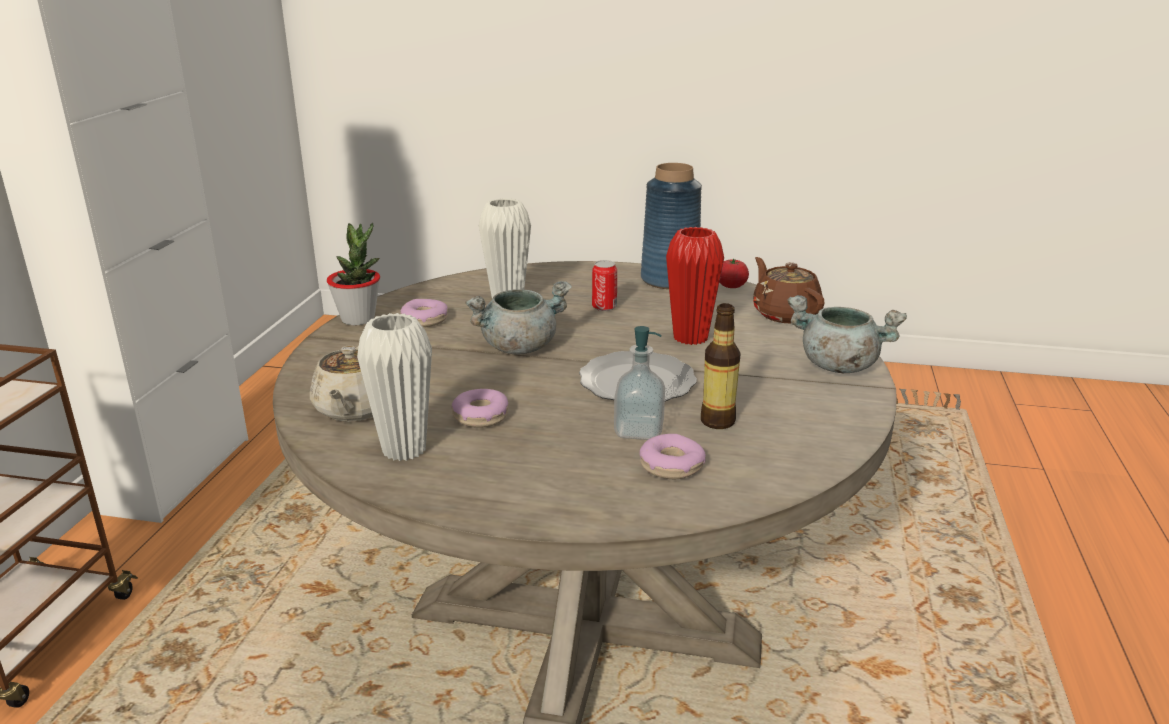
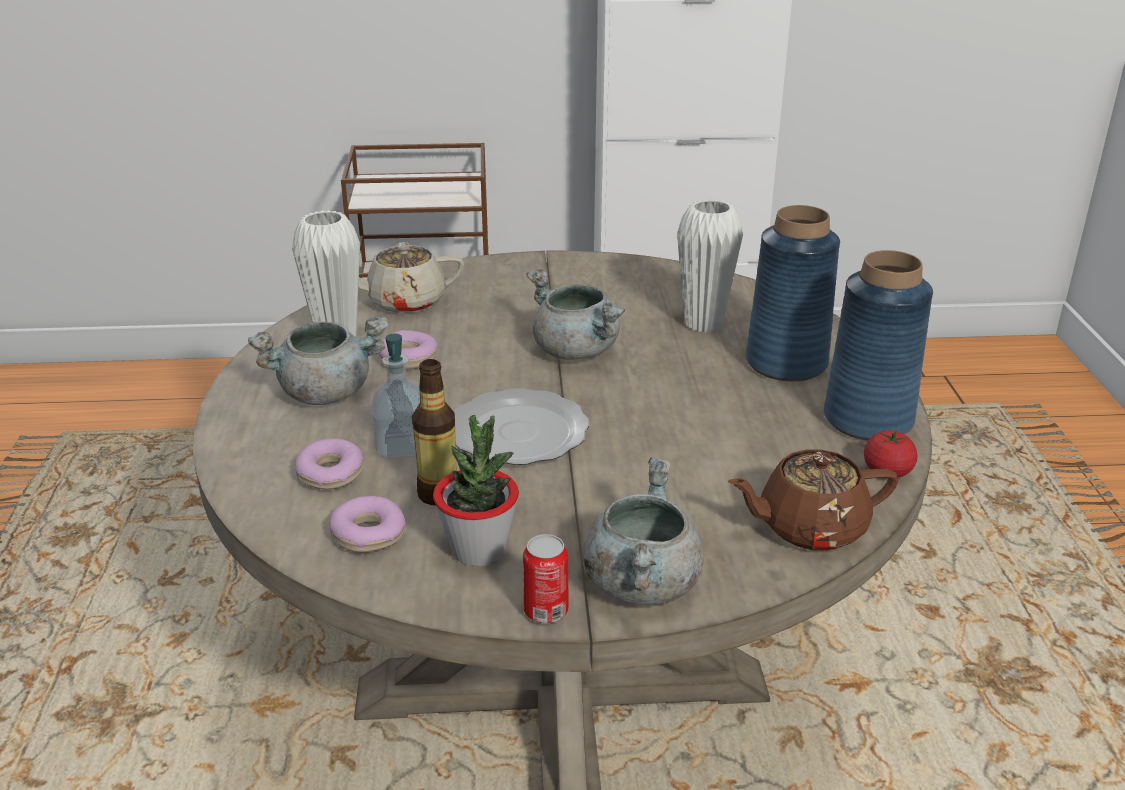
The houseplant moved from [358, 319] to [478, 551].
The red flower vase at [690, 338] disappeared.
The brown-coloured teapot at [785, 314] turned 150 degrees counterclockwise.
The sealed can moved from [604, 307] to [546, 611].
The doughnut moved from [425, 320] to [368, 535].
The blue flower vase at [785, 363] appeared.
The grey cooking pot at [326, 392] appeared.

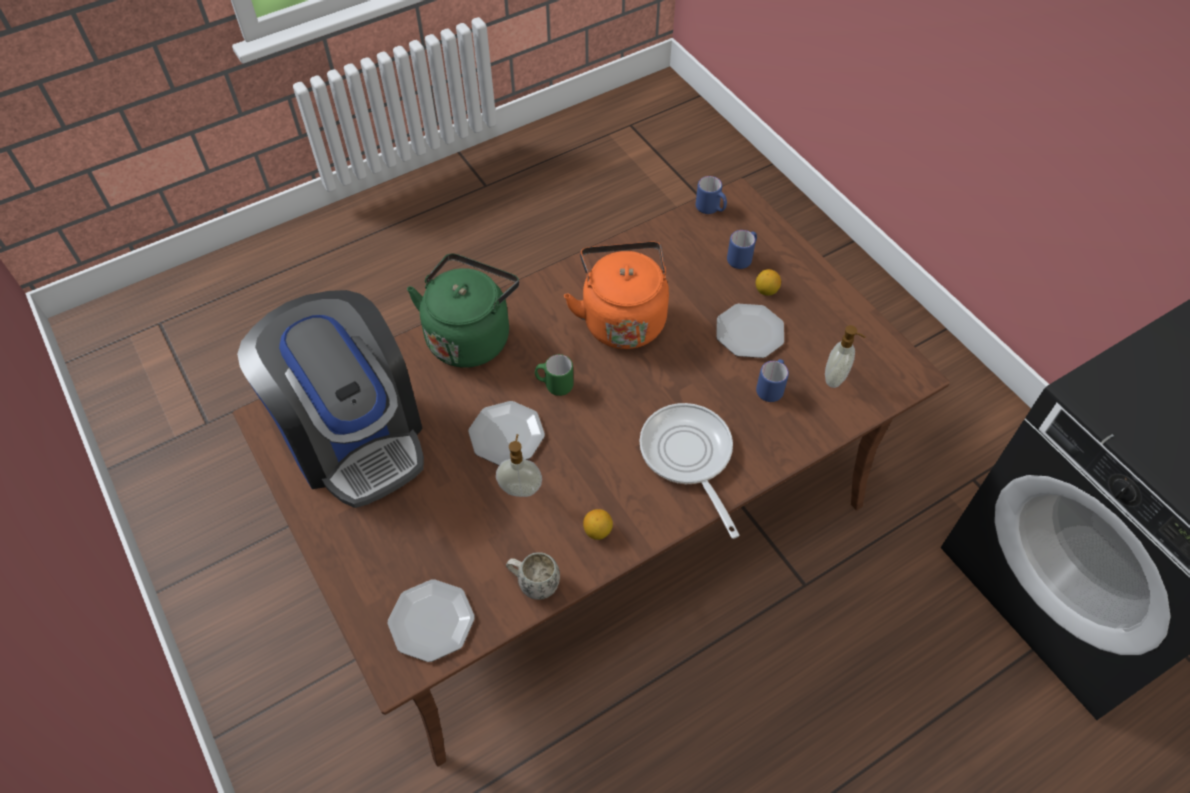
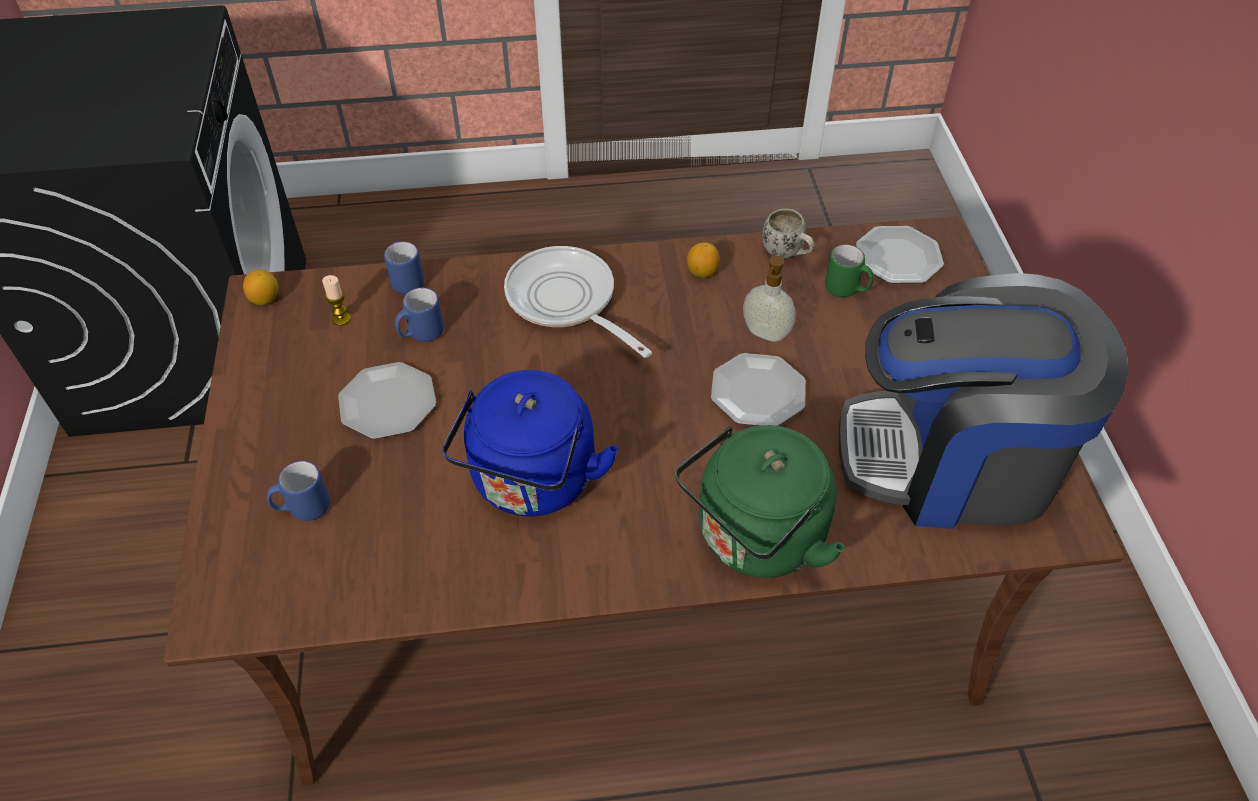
The blue mug moved from [710, 209] to [406, 280].
The orangey kettle at [622, 318] became the blue kettle at [532, 483].
The whole lemon moved from [766, 291] to [265, 299].
The coffee machine at [353, 435] turned 75 degrees counterclockwise.
The soap bottle at [836, 378] was replaced by the candle at [341, 319].
The green mug moved from [554, 385] to [847, 290].
The pan at [688, 457] turned 135 degrees clockwise.

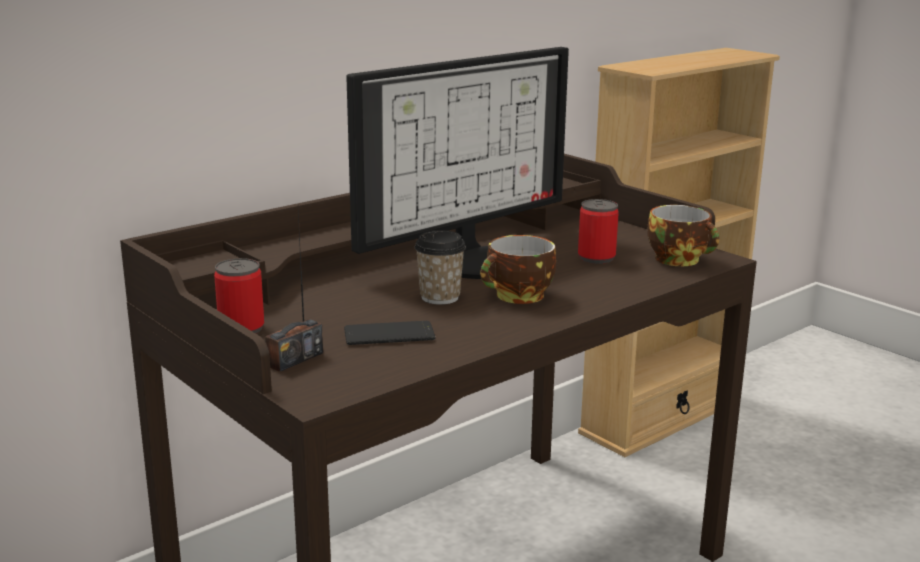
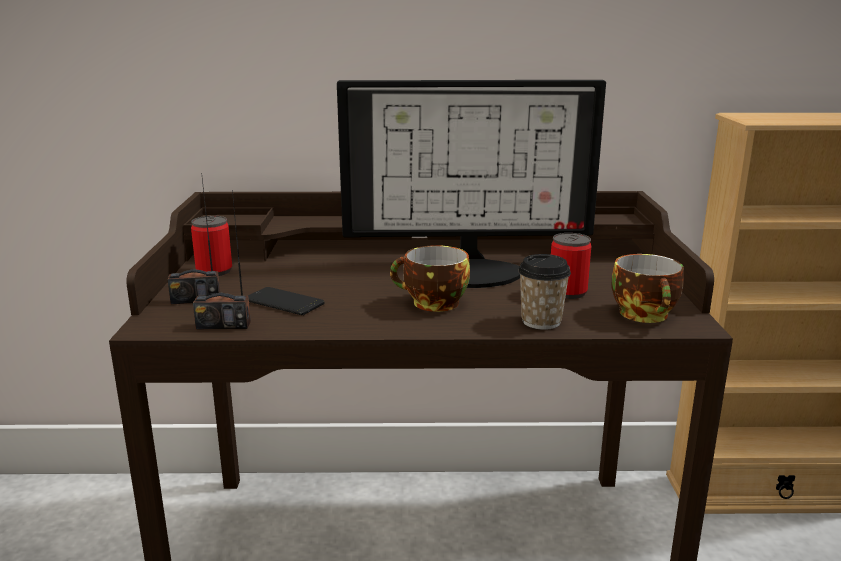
The cup moved from [440, 297] to [541, 321].
The radio set at [223, 325] appeared.

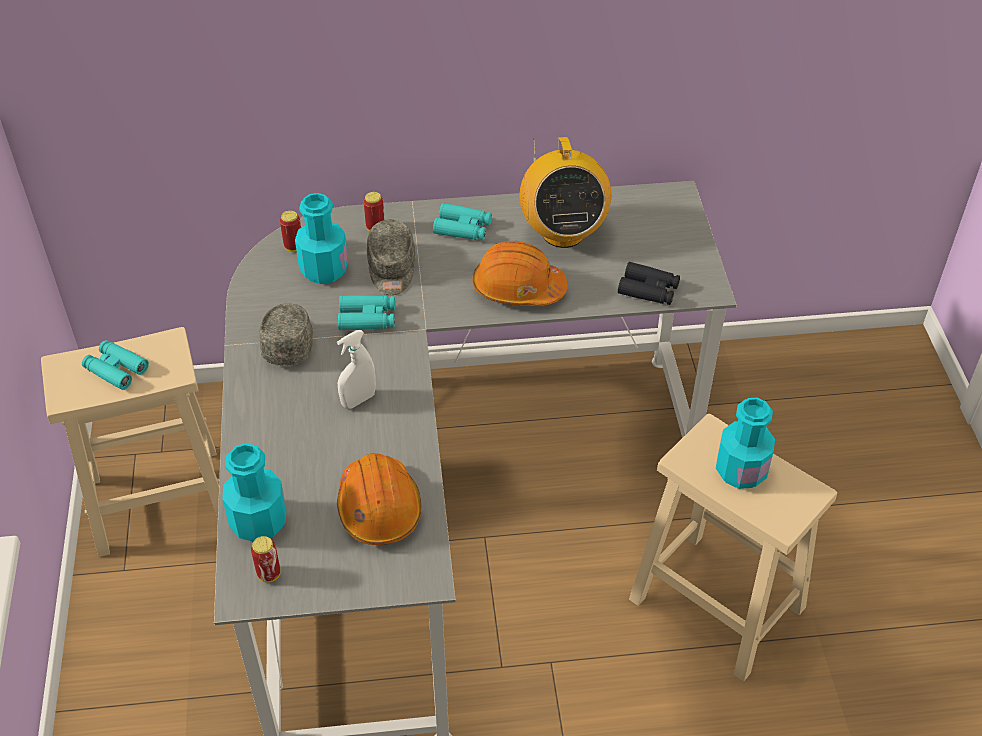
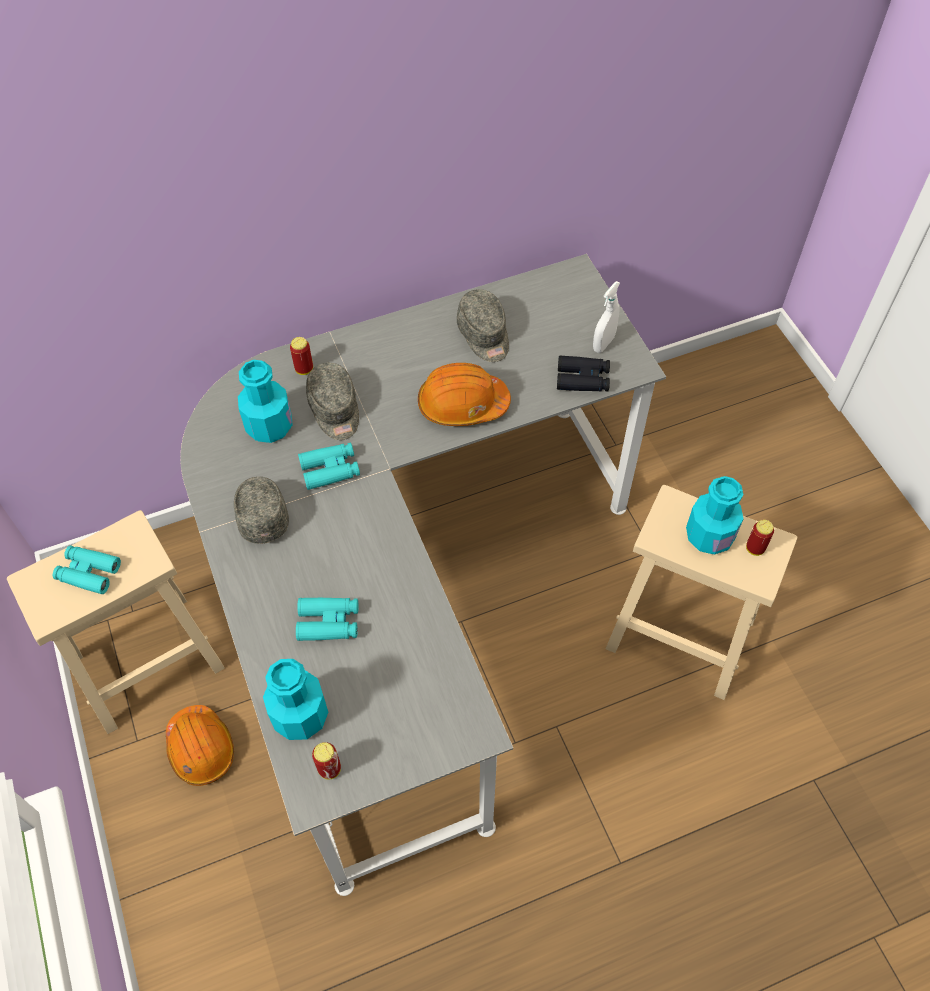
The radio set at [562, 233] was replaced by the grey peaked cap at [484, 335].
The blue-green pair of binoculars moved from [463, 228] to [328, 622].
The sealed can moved from [294, 247] to [755, 548].
The white-coloured spray bottle moved from [358, 400] to [603, 343].
The orangey work helmet moved from [379, 508] to [201, 748].

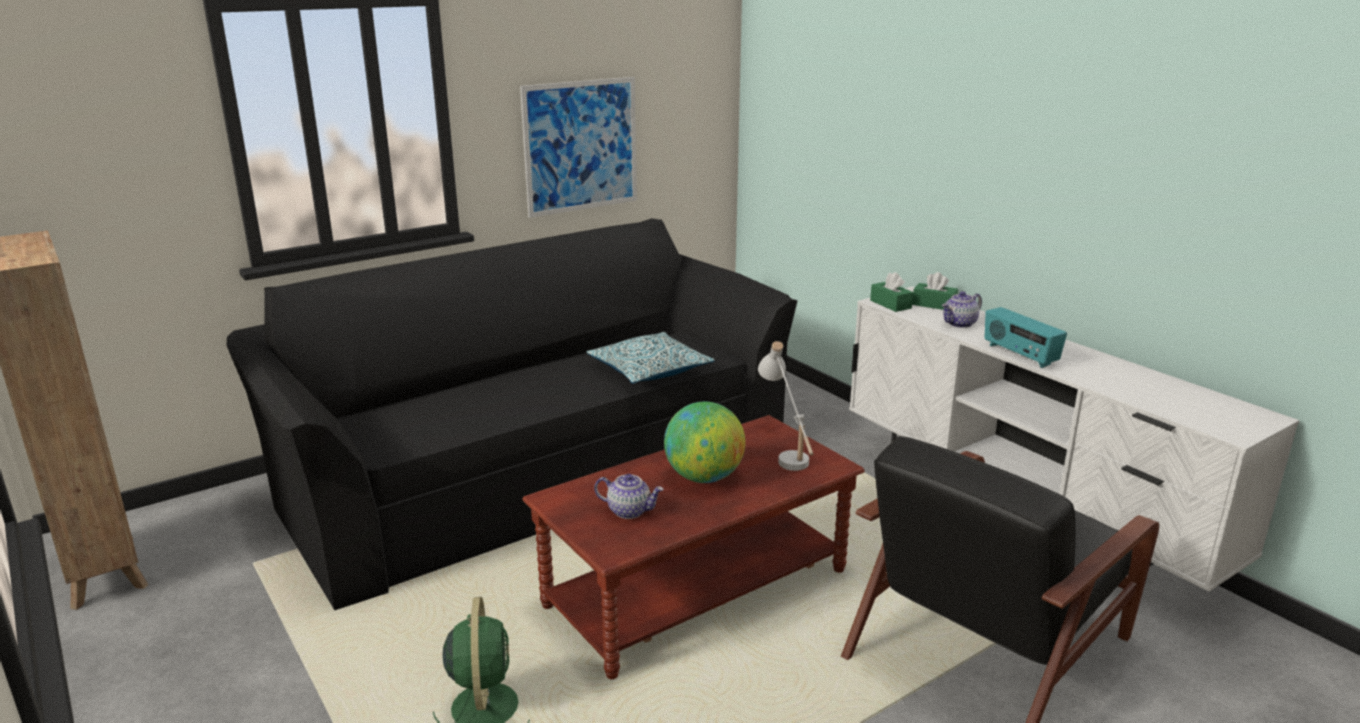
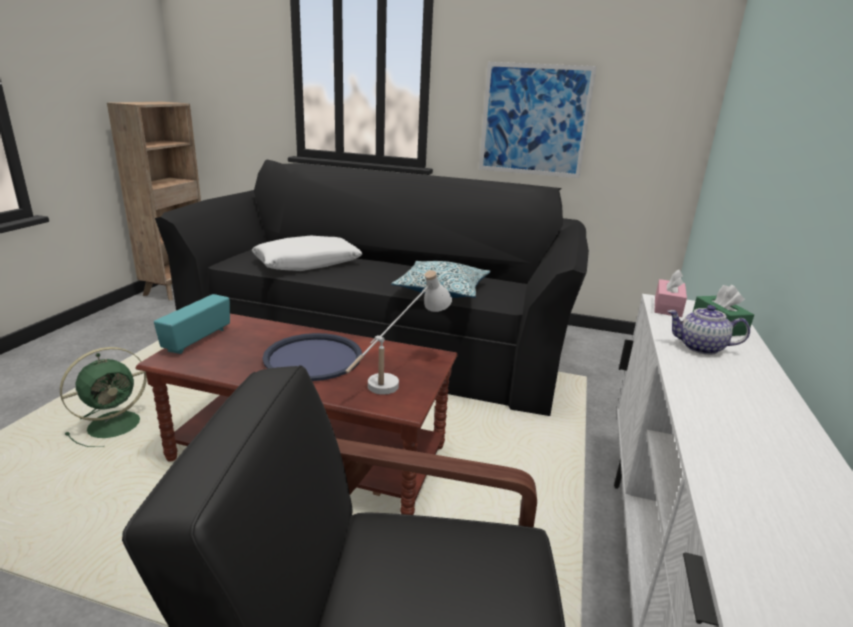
The green box of tissues at [890, 304] became the pink-coloured box of tissues at [667, 307].
The radio set moved from [1019, 355] to [197, 340].
The desk globe at [704, 477] was replaced by the blue serving tray at [313, 358].
The teapot at [629, 511] disappeared.
The white-coloured pillow at [307, 264] appeared.

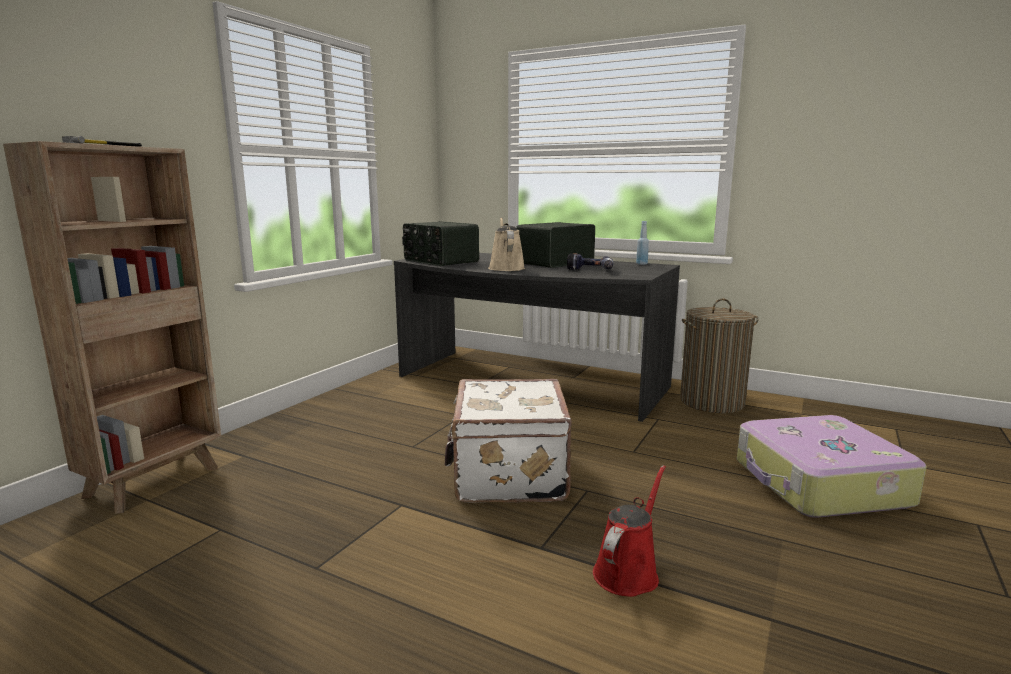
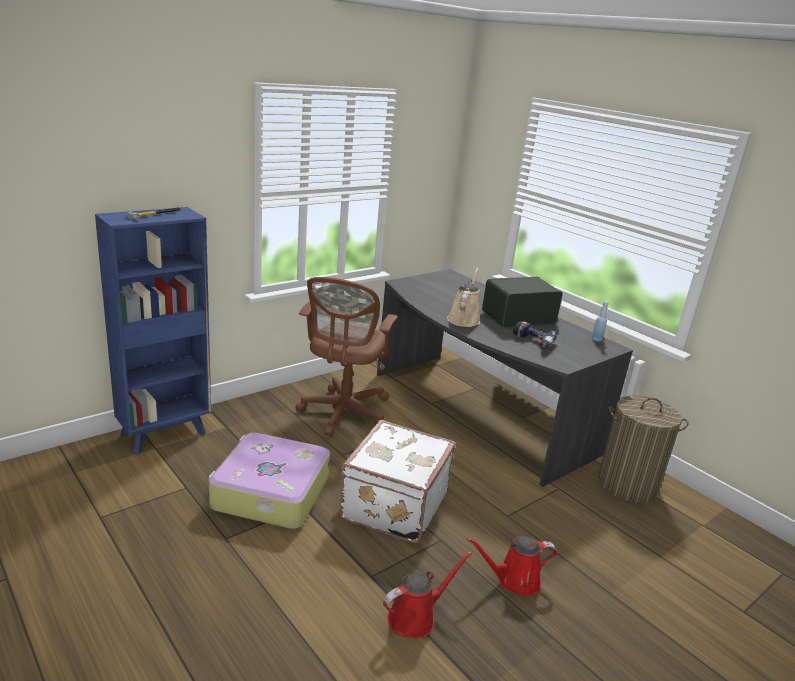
The brown-coloured bookcase at [156, 481] became the blue bookcase at [165, 433].
The radio set at [440, 261] disappeared.
The suitcase moved from [819, 484] to [269, 493].
The brown-coloured computer chair at [343, 414] appeared.
The red watering can at [513, 580] appeared.

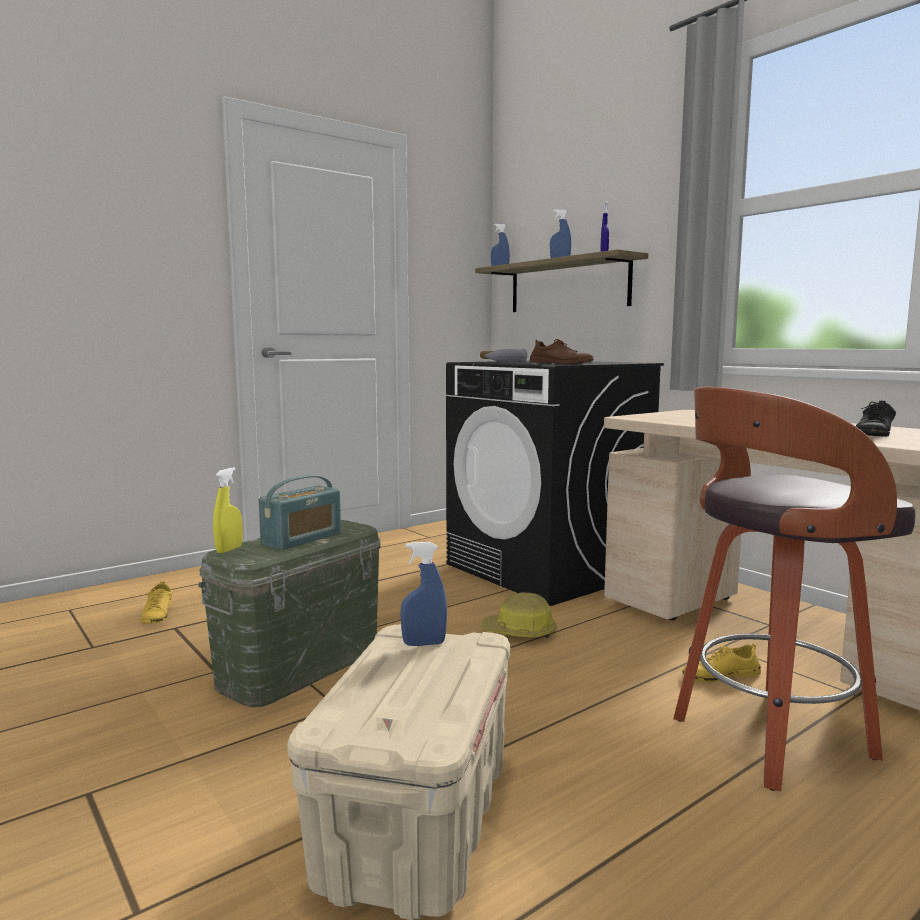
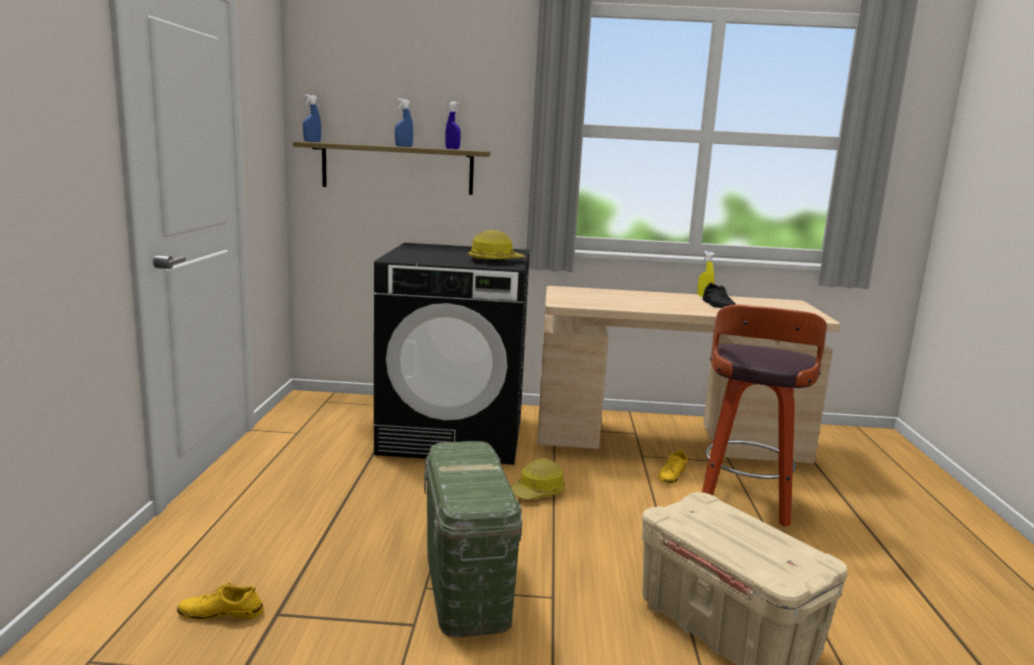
The brown-coloured item of footwear at [560, 363] was replaced by the work helmet at [495, 261].
The hammer at [495, 362] disappeared.
The yellowish spray bottle moved from [229, 549] to [704, 297].
The radio set at [302, 539] disappeared.
The blue spray bottle at [424, 644] disappeared.
The yellowish item of footwear at [157, 614] turned 150 degrees clockwise.

